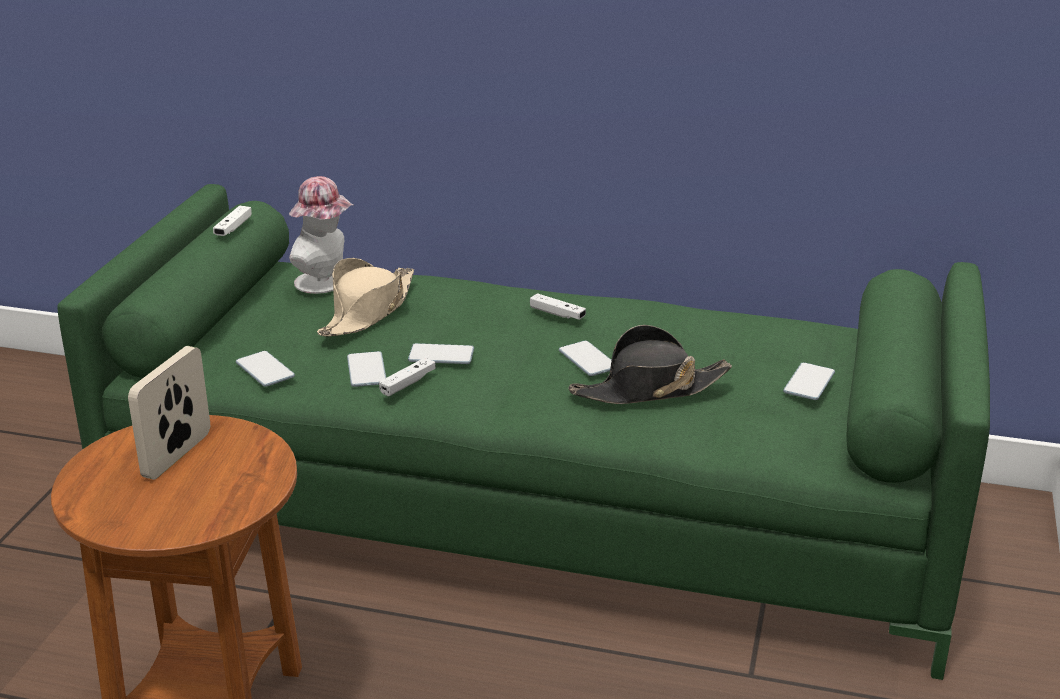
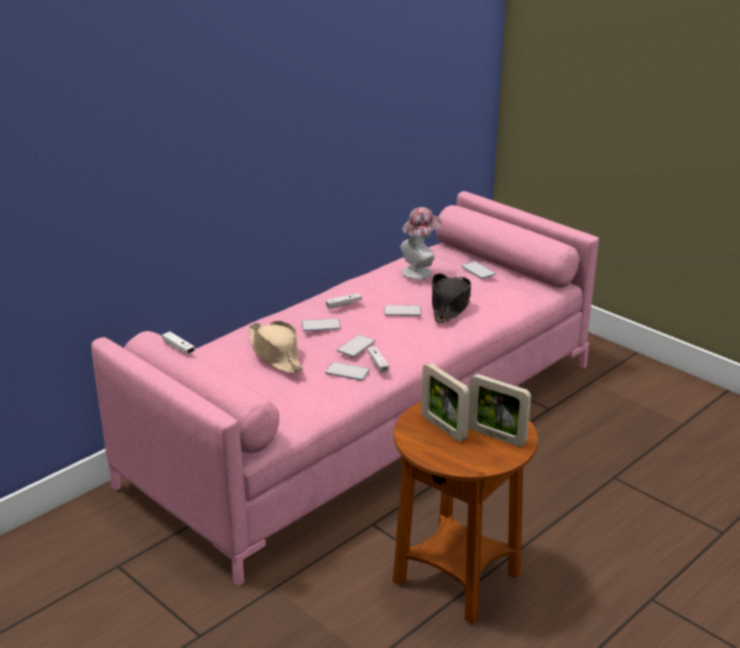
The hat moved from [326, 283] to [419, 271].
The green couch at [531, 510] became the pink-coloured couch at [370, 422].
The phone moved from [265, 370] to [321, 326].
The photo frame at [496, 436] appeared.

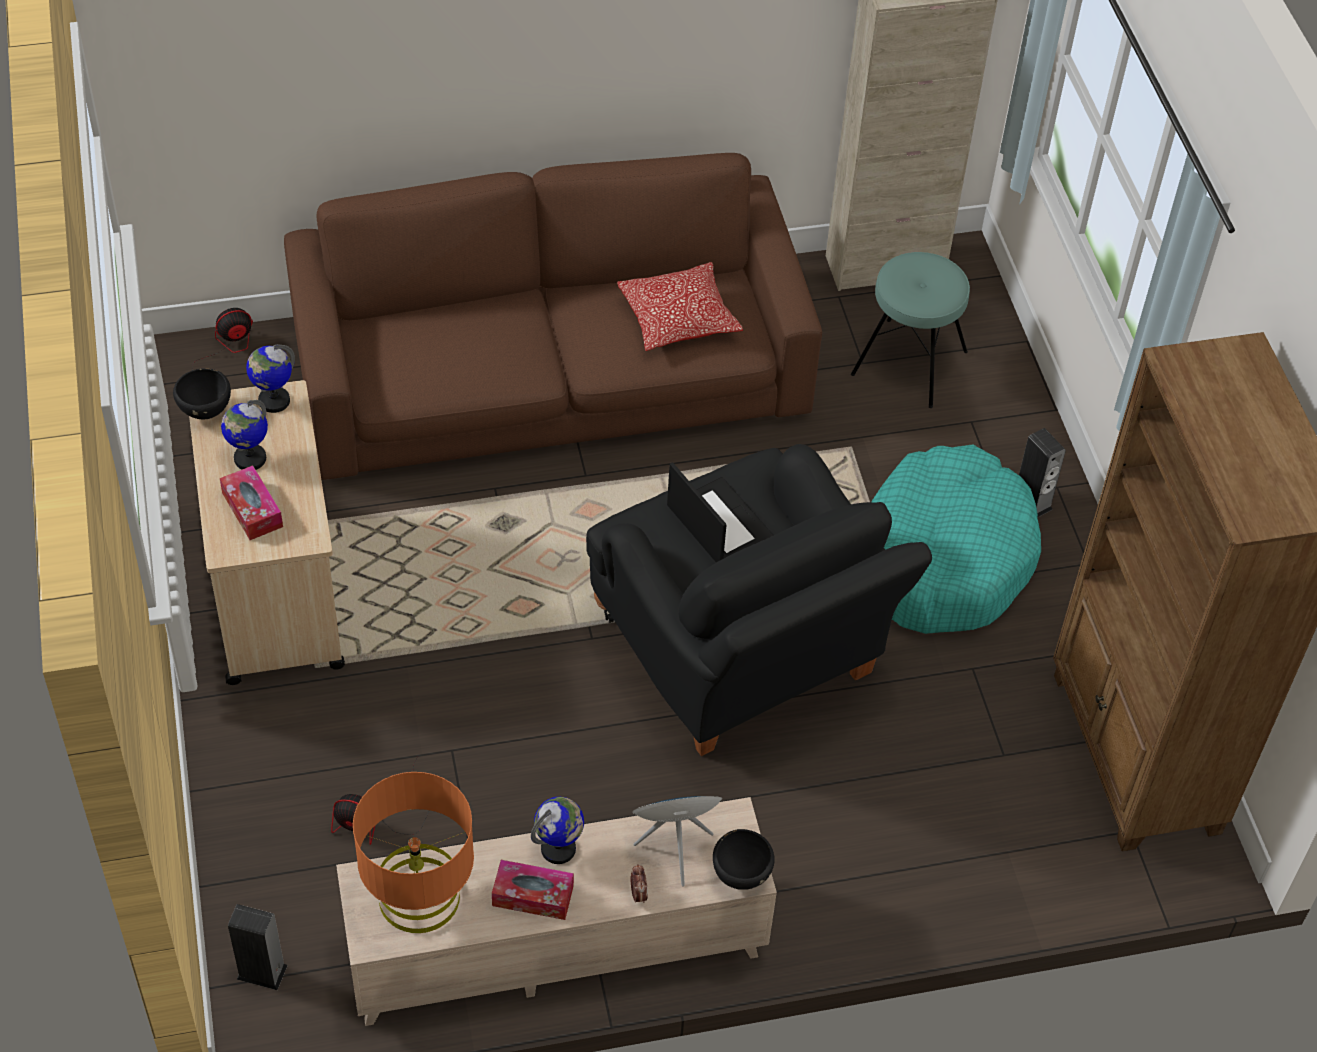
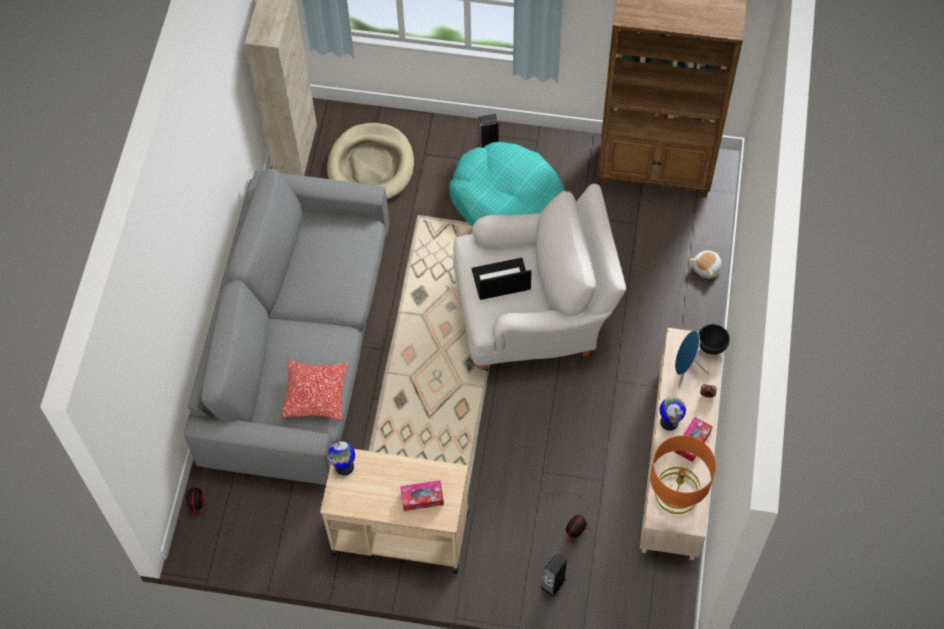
The brown-coloured couch at [550, 373] became the grey couch at [299, 343].
The blue-green stool at [909, 363] was replaced by the beige dog bed at [371, 166].
The pillow moved from [678, 318] to [315, 395].
The black-coloured serving bowl at [206, 412] disappeared.
The desk globe at [249, 458] disappeared.
The black-coloured easy chair at [741, 656] became the white-coloured easy chair at [534, 316].
The loudspeaker moved from [262, 972] to [553, 583].
The soft toy at [706, 268] appeared.

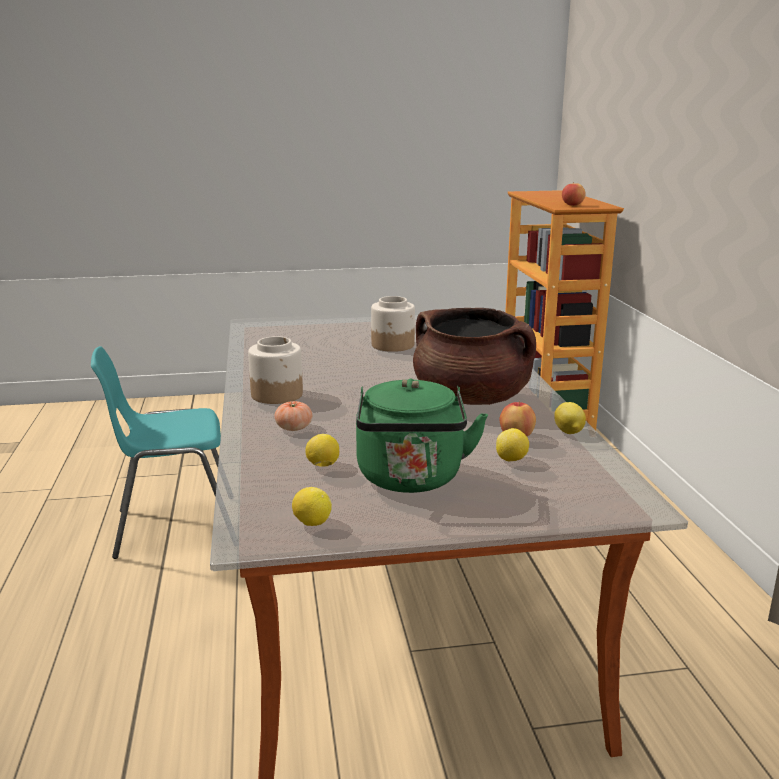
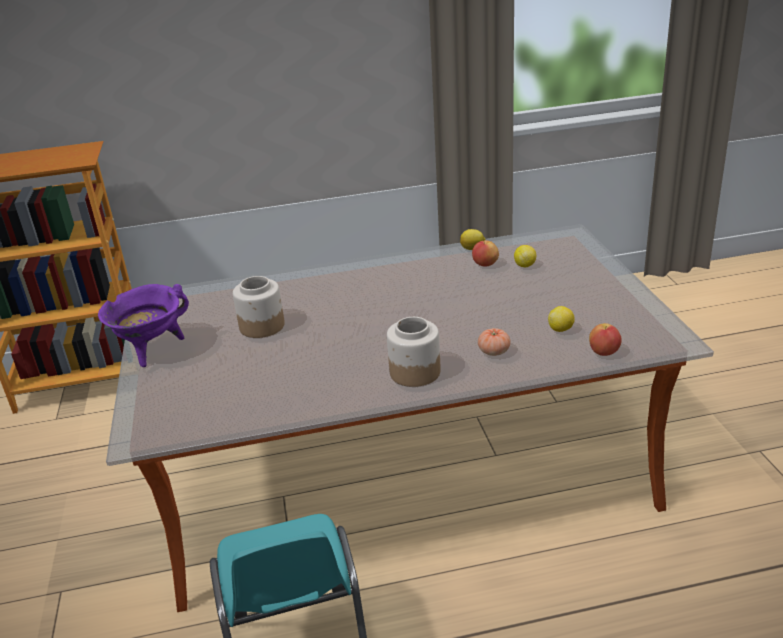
The apple fruit moved from [572, 205] to [604, 352].
The brown-coloured cooking pot at [471, 398] disappeared.
The green kettle at [411, 480] disappeared.
The whole lemon at [311, 523] disappeared.
The purple-coloured cooking pot at [152, 350] appeared.

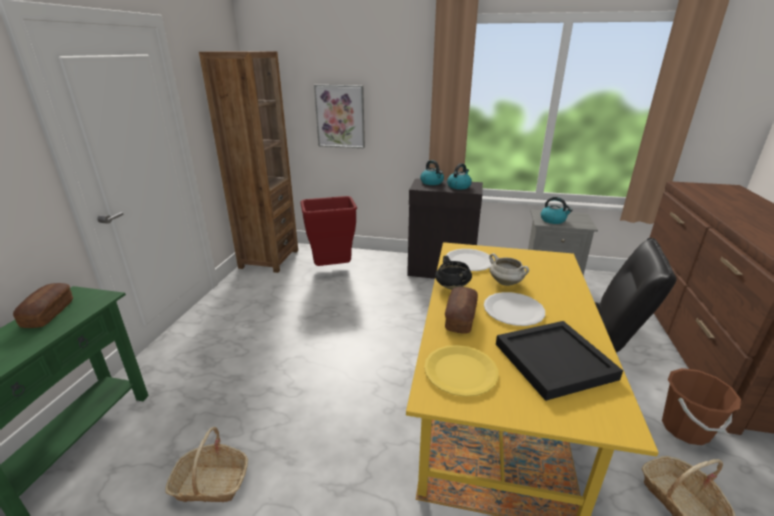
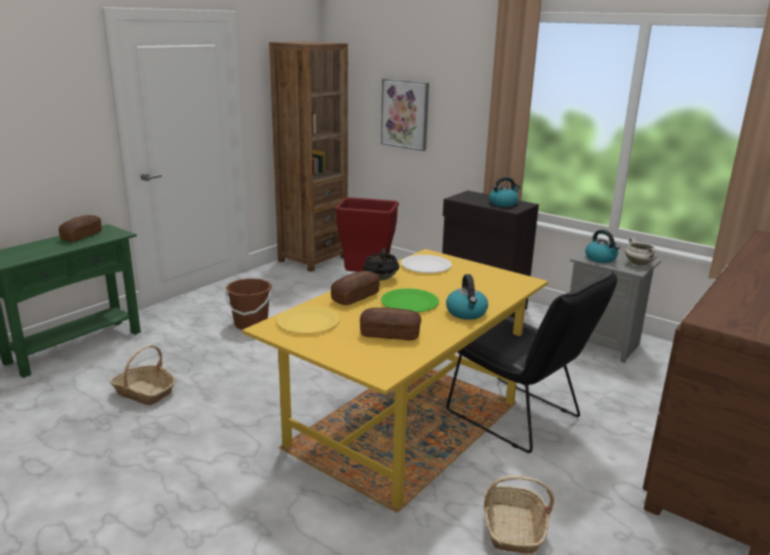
The kettle moved from [432, 182] to [466, 313].
The white-coloured cooking pot moved from [506, 283] to [639, 264].
The white-coloured flat dish at [513, 310] became the green flat dish at [409, 302].
The black-coloured serving tray at [553, 360] was replaced by the bakery bread at [390, 334].
The brown-coloured pail moved from [685, 428] to [251, 324].

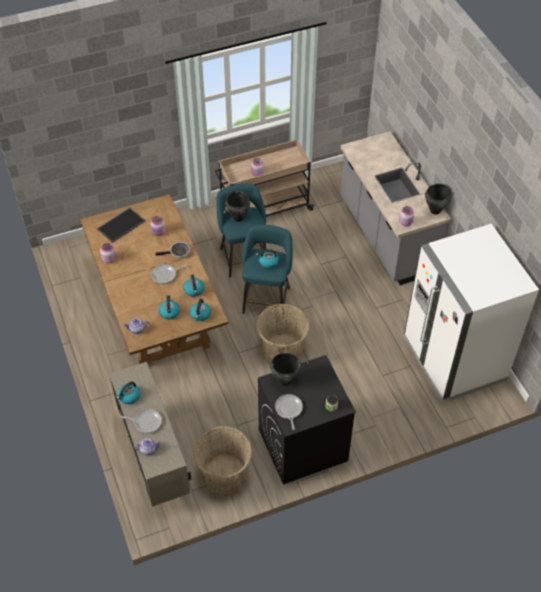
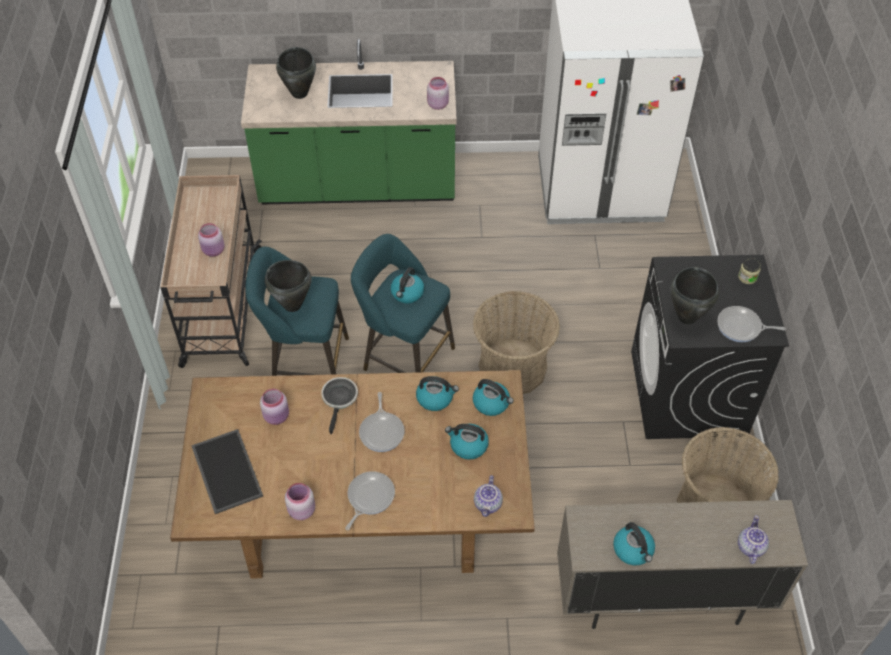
The grey kitchen base unit at [386, 236] became the green kitchen base unit at [358, 185].
The black-coloured cooking pot moved from [435, 210] to [300, 93].
The pan moved from [146, 422] to [369, 497].

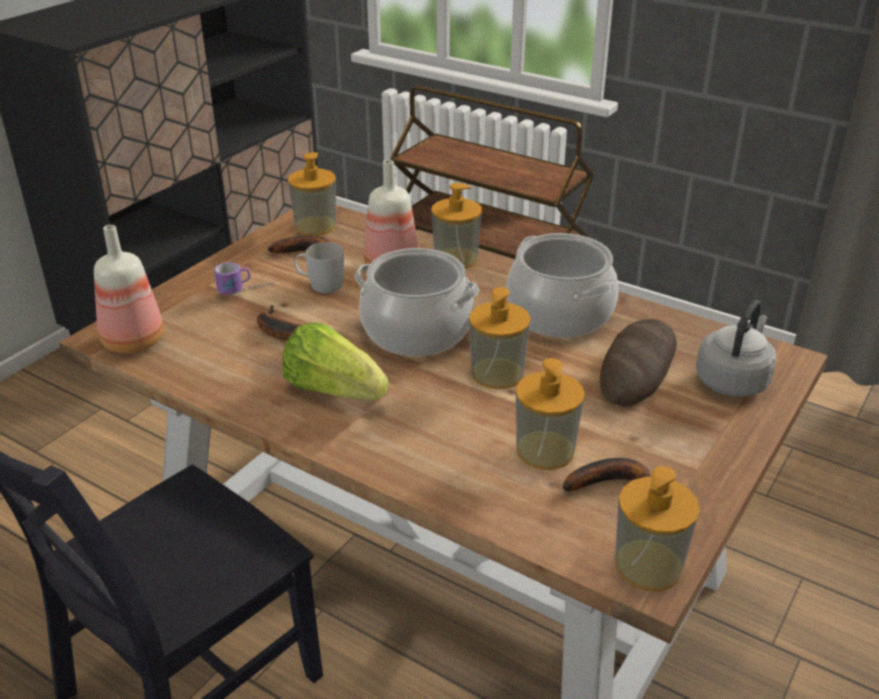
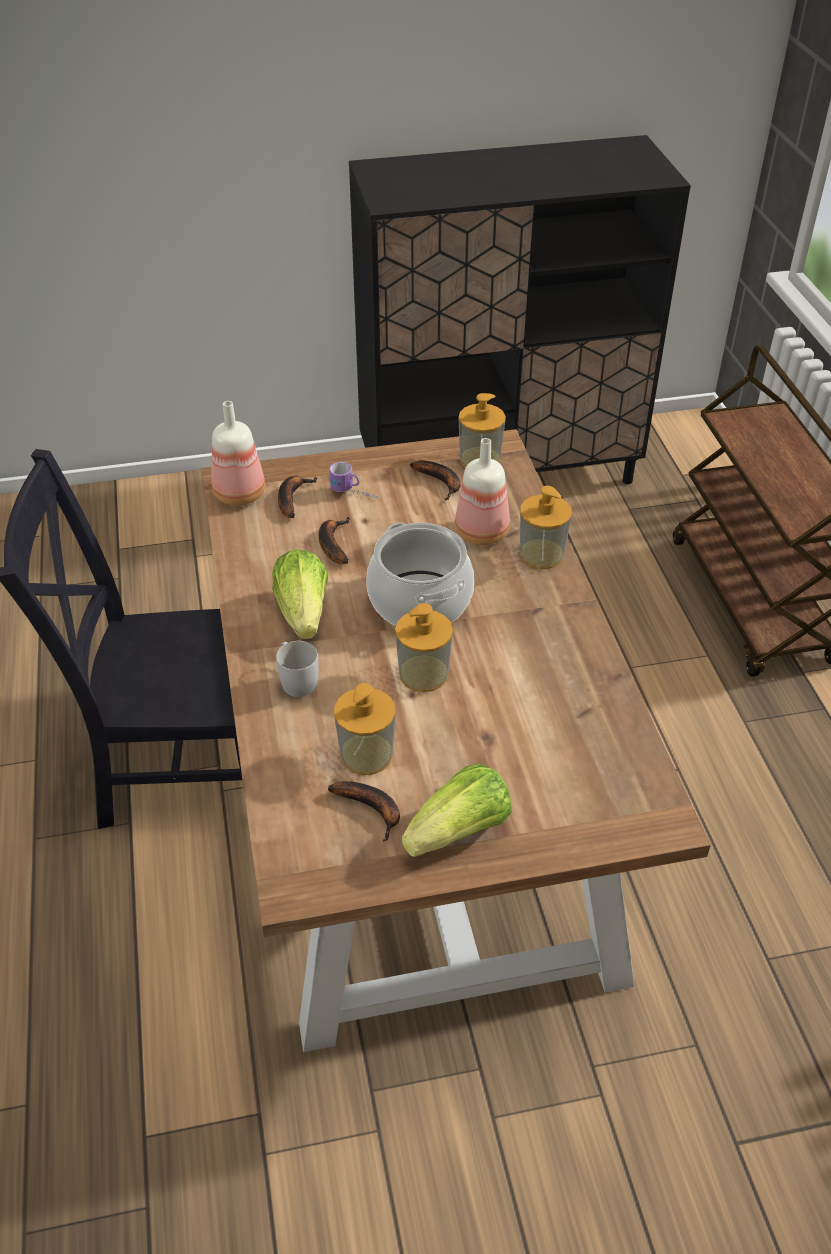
The cooking pot at [560, 314] disappeared.
The white-coloured mug moved from [320, 284] to [296, 680].
The grey kettle at [733, 380] disappeared.
The bakery bread at [637, 368] disappeared.
The soap bottle at [648, 565] disappeared.
The banana at [291, 498] appeared.
The lettuce head at [460, 831] appeared.

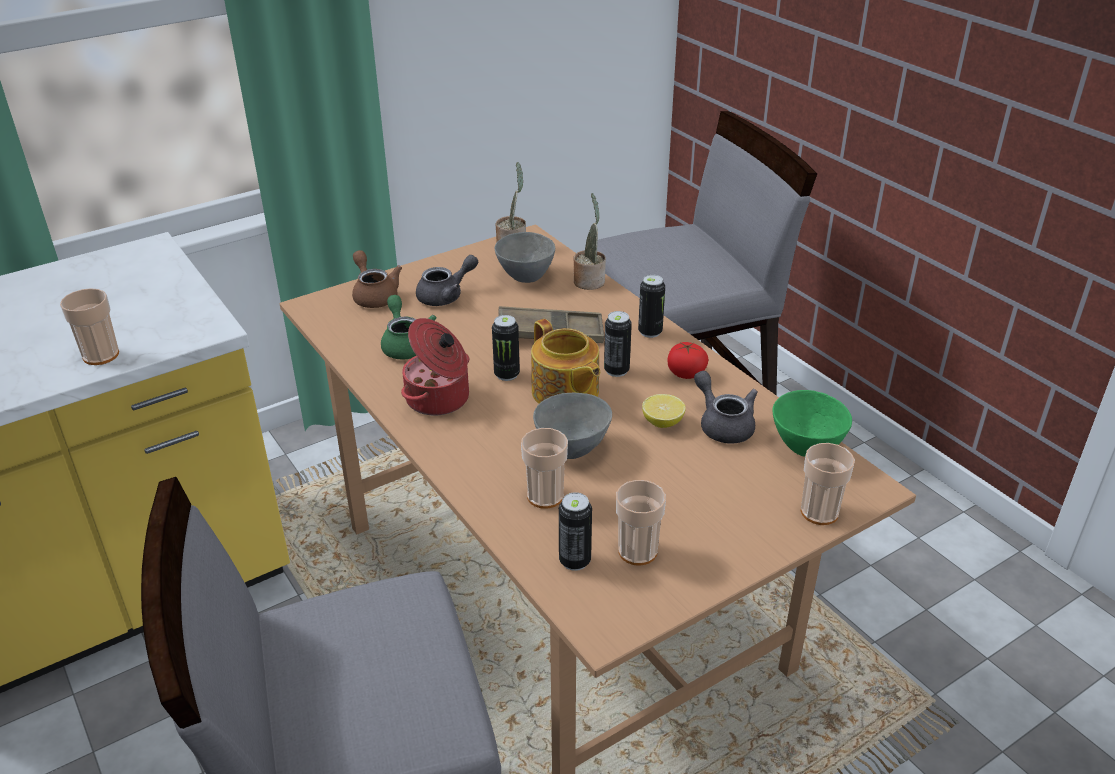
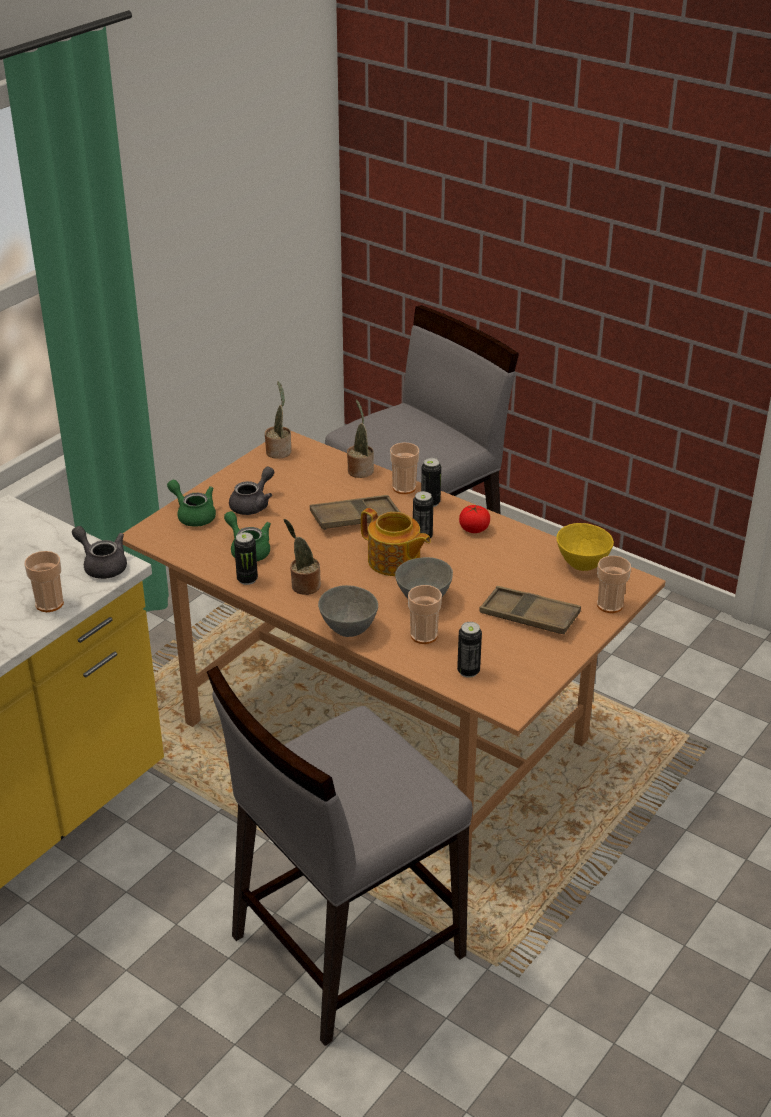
The grey serving bowl moved from [525, 277] to [347, 630].
The brown-coloured teapot at [374, 295] became the green teapot at [193, 515].
The sealed can moved from [507, 374] to [247, 579].
The cooking pot at [439, 399] was replaced by the houseplant at [303, 585].
The grey teapot moved from [723, 424] to [102, 565].
The green serving bowl at [805, 448] became the yellowish serving bowl at [581, 565].
The whole lemon at [662, 423] disappeared.
The cup moved from [637, 551] to [404, 488].
The brown-coloured serving tray at [529, 616] appeared.

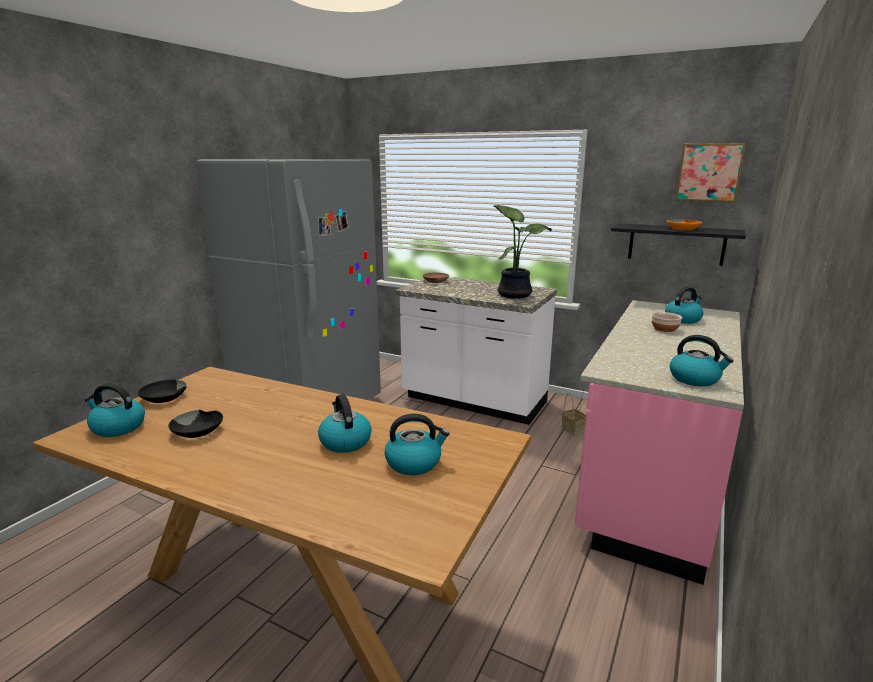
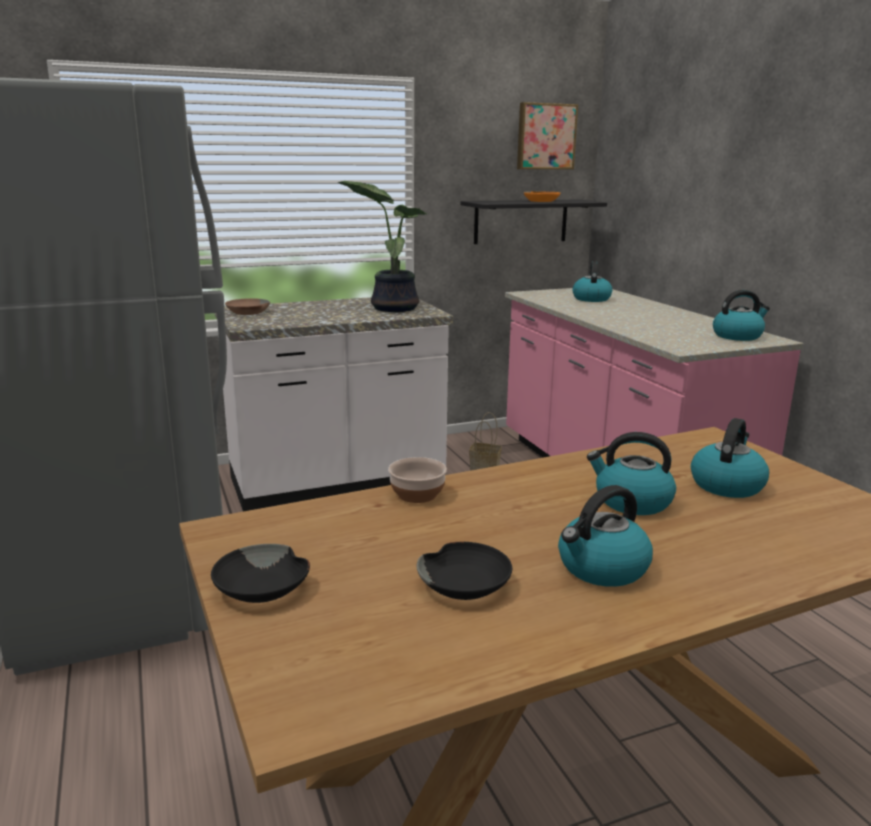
The serving bowl moved from [665, 329] to [418, 494].
The kettle moved from [117, 427] to [602, 568].

